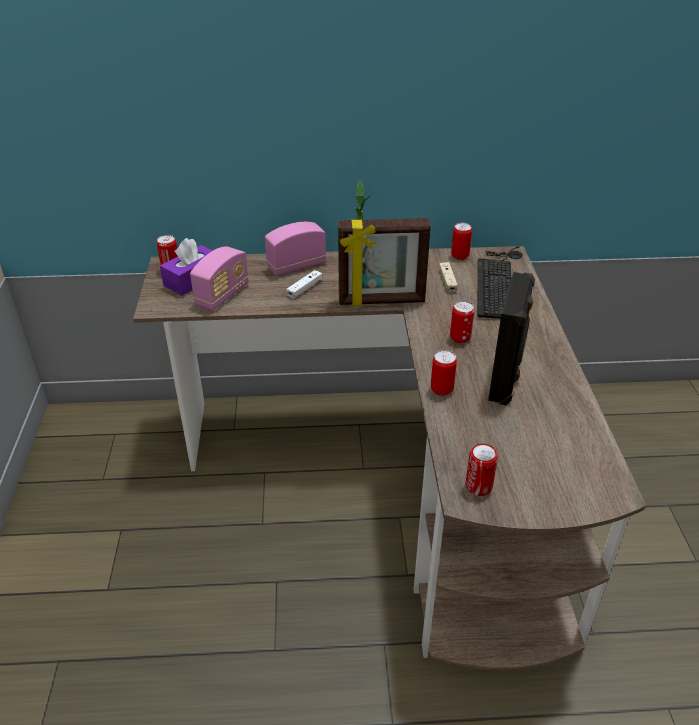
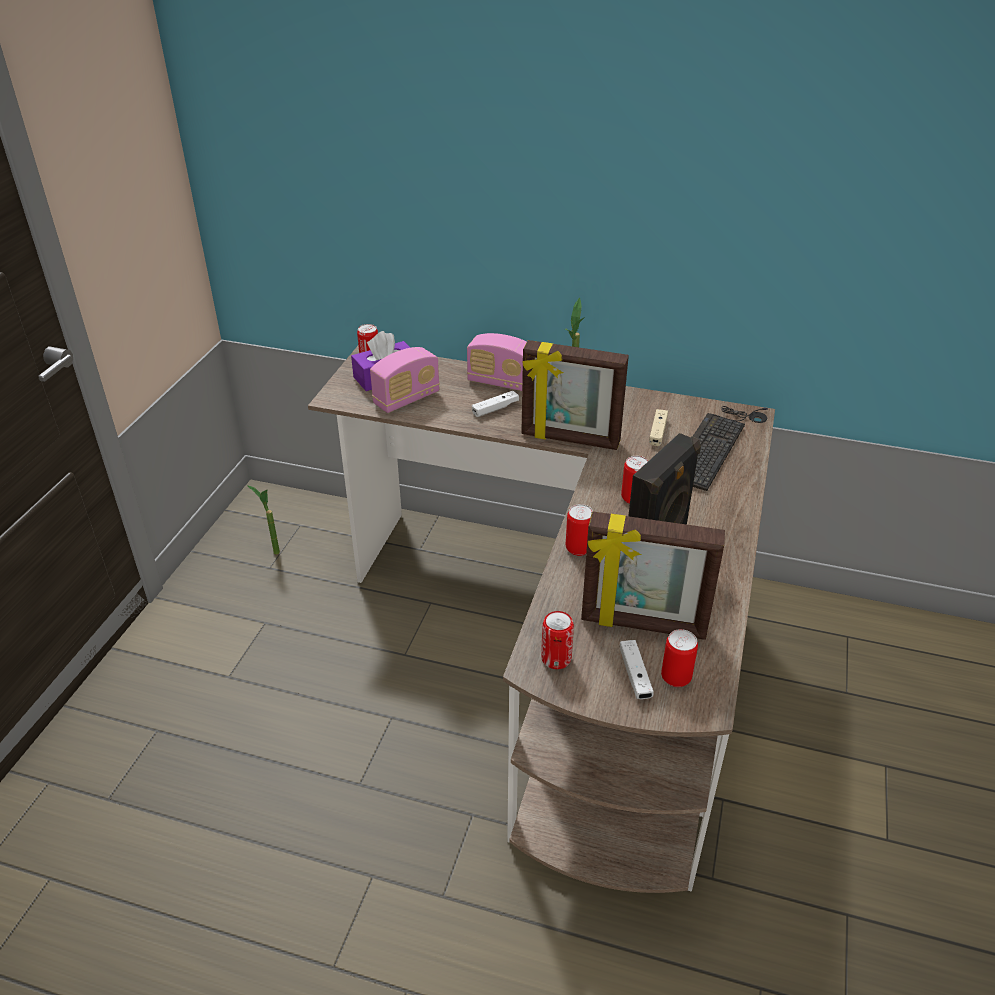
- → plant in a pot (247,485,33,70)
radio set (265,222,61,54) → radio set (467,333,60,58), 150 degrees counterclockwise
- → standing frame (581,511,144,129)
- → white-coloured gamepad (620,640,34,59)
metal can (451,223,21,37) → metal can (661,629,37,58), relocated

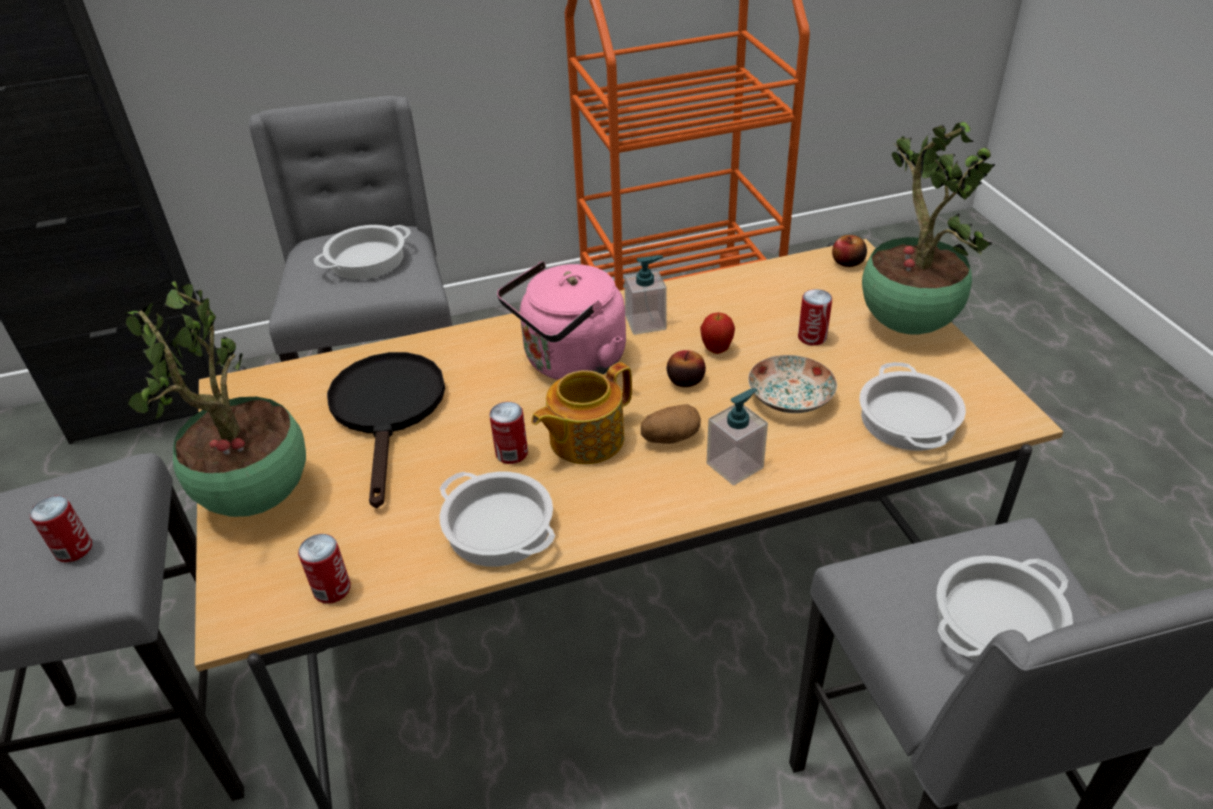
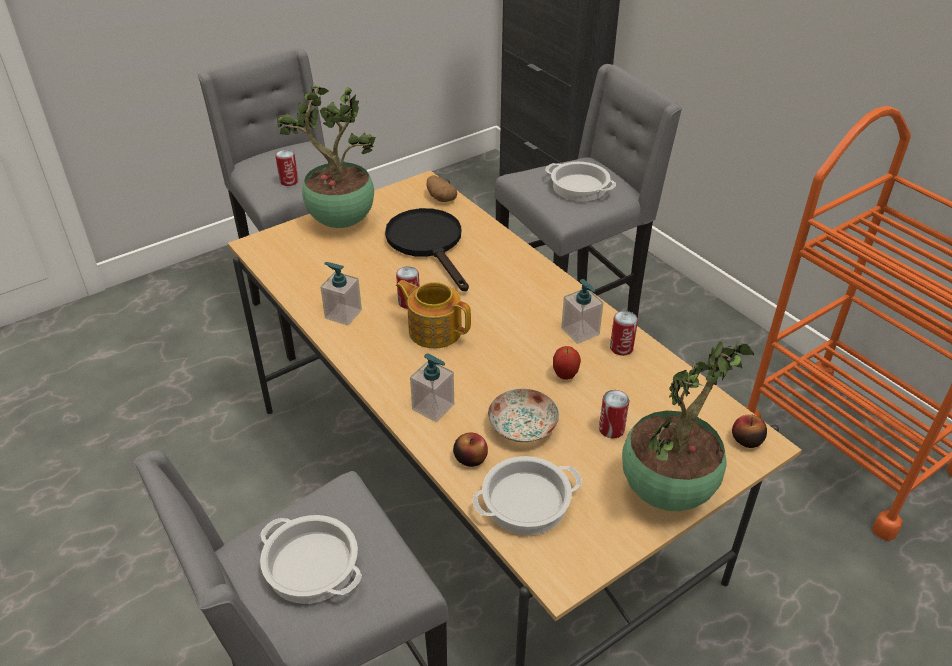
saucepot (440,472,115,95) → soap dispenser (320,262,42,64)
black skillet (327,352,118,156) → black skillet (385,208,84,83), 90 degrees counterclockwise
spud (641,404,60,40) → spud (426,175,31,27), relocated
whole apple (667,350,39,37) → whole apple (453,432,35,35), relocated
metal can (298,534,53,70) → metal can (610,311,28,45), relocated
pink water kettle (497,261,129,119) → -

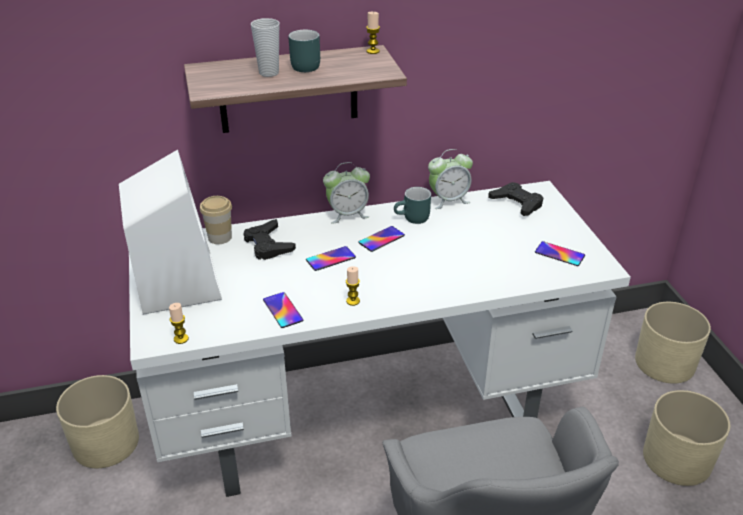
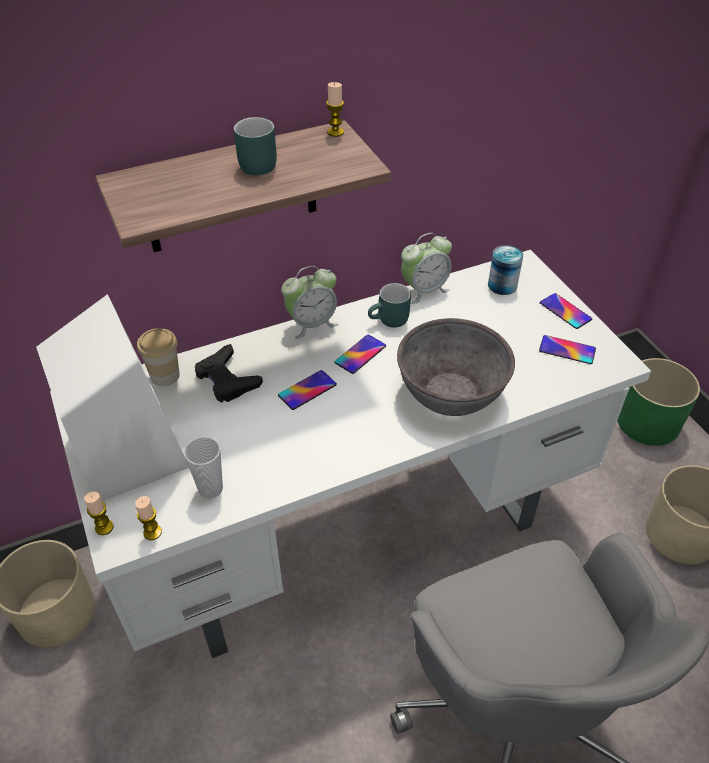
wax candle (346,266,14,40) → wax candle (84,491,29,44), relocated
drinking cup (251,18,28,59) → drinking cup (184,437,39,62), relocated
- → greyish bowl (397,318,118,98)
black gamepad (488,182,55,34) → metal can (488,245,35,50)
phone (263,292,40,36) → phone (540,293,52,36), relocated
beige planter (635,302,76,82) → green planter (617,358,83,88)

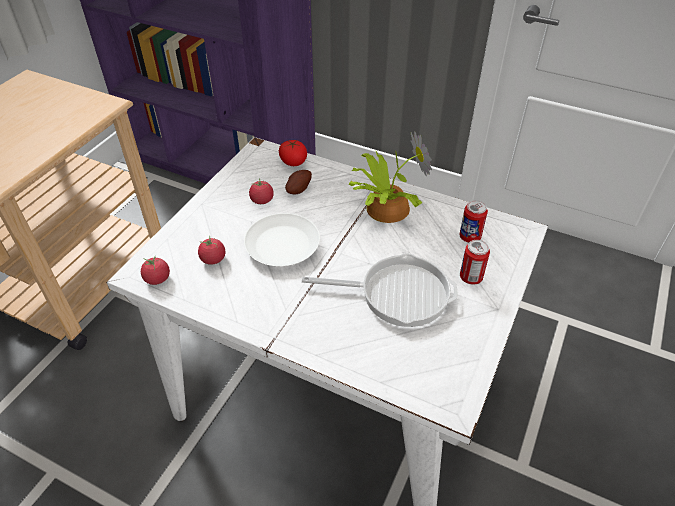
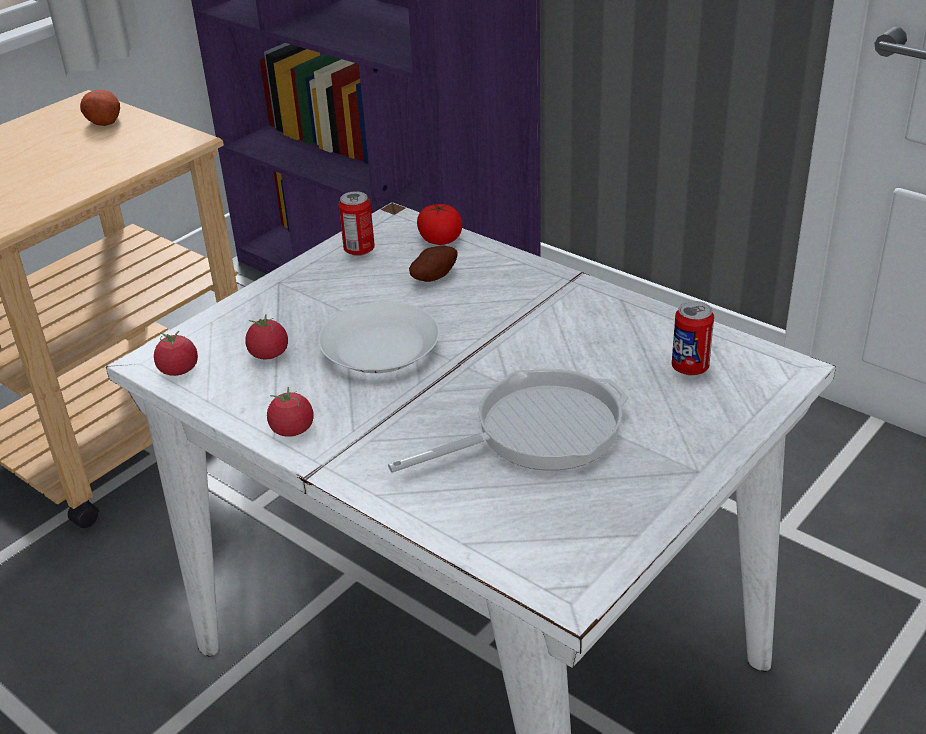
- → spud (80,90,40,36)
whole tomato (249,178,25,26) → whole tomato (267,387,46,50), relocated
metal can (460,240,30,45) → metal can (339,191,36,65), relocated
skillet (302,253,155,74) → skillet (388,369,240,104), 45 degrees counterclockwise
plant in a pot (348,131,84,92) → -

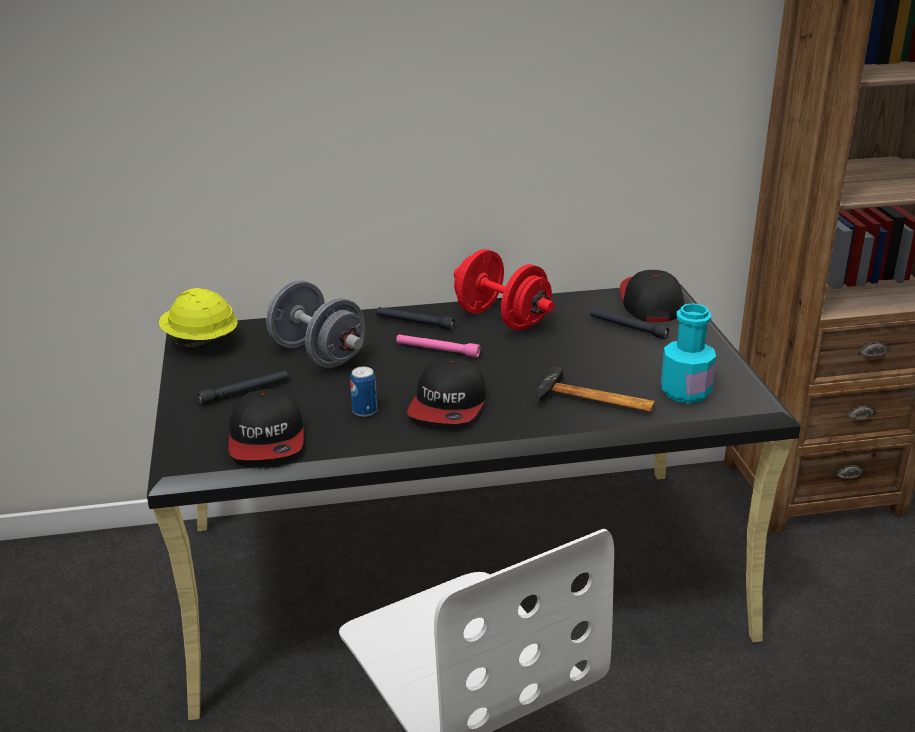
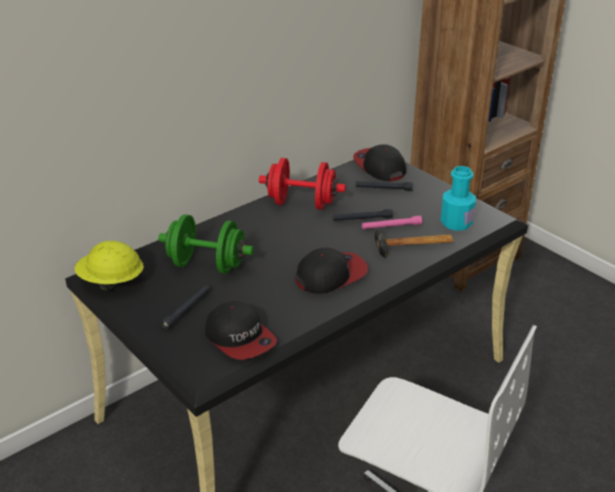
greyish hand weight (266,280,99,88) → green hand weight (158,214,96,60)
peaked cap (407,358,79,66) → peaked cap (296,248,72,45), 105 degrees counterclockwise
black flashlight (376,307,79,23) → black flashlight (333,209,60,12), relocated
pink flashlight (396,334,84,23) → pink flashlight (362,216,60,13), relocated
metal can (350,367,27,50) → -

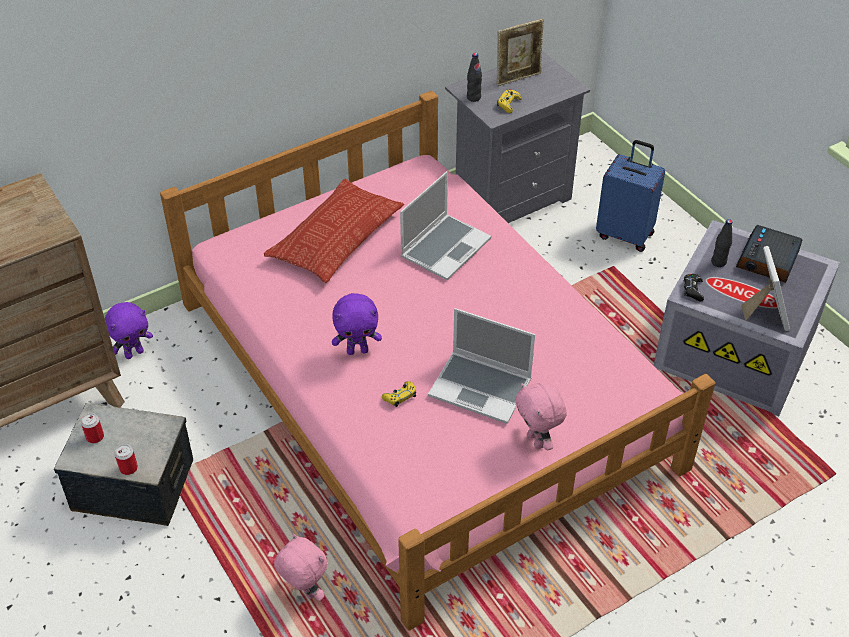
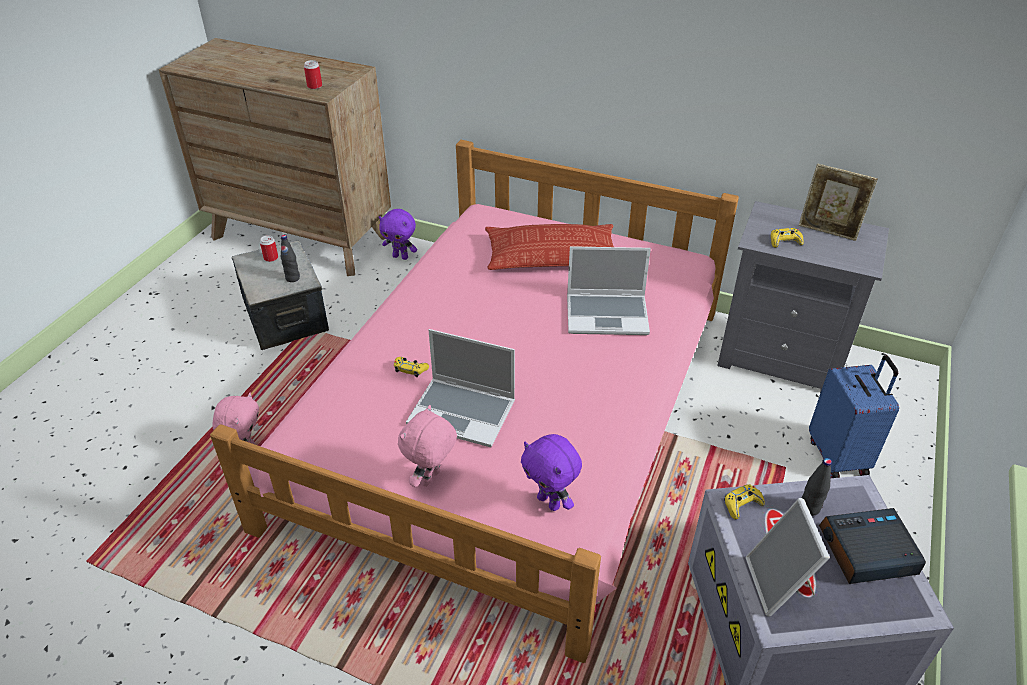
black bottle (467,53,15,49) → black bottle (281,235,19,47), relocated
metal can (114,444,24,31) → metal can (304,60,18,29), relocated
portable computer (428,308,107,116) → portable computer (406,329,109,118), 60 degrees counterclockwise
purple soft toy (332,293,50,62) → purple soft toy (521,434,61,77), relocated
black gamepad (684,274,20,27) → yellowish gamepad (724,484,41,35)
standing frame (741,246,49,85) → standing frame (746,498,84,118), 120 degrees clockwise

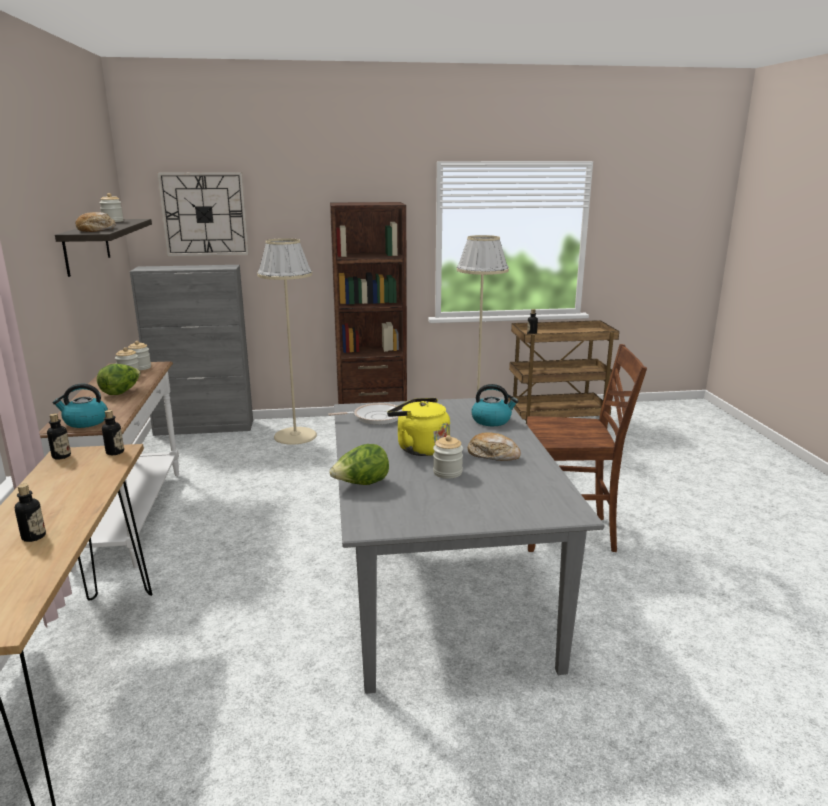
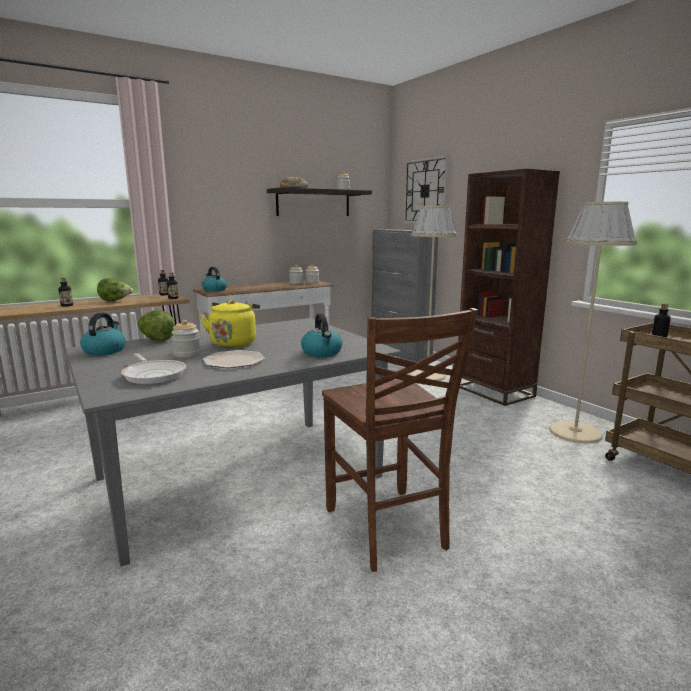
- → water kettle (80,312,46,43)
head of lettuce (97,364,44,31) → head of lettuce (97,278,36,23), relocated
skillet (328,403,74,22) → skillet (121,353,65,31), relocated
bakery bread (468,432,53,29) → flat dish (203,350,62,18)

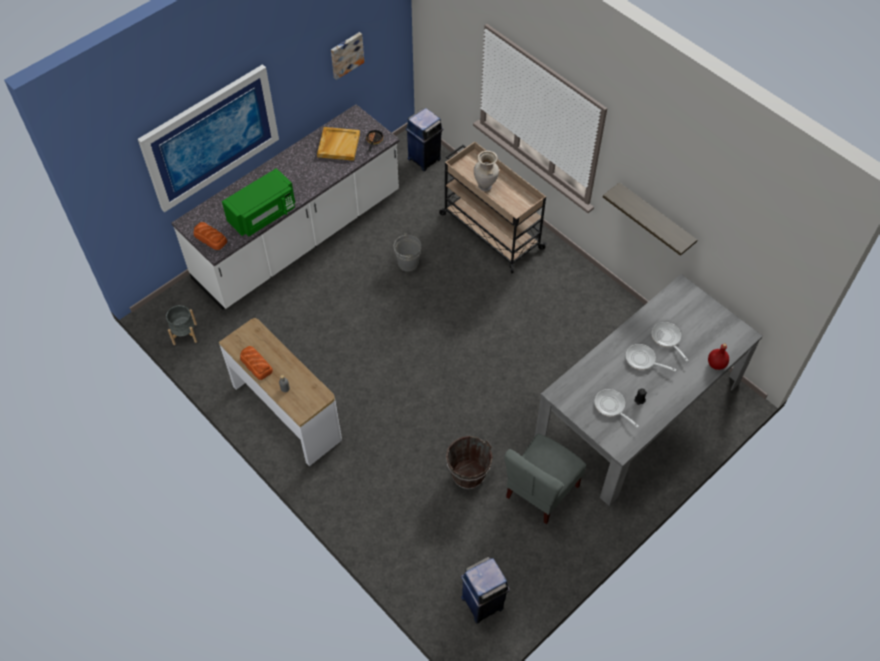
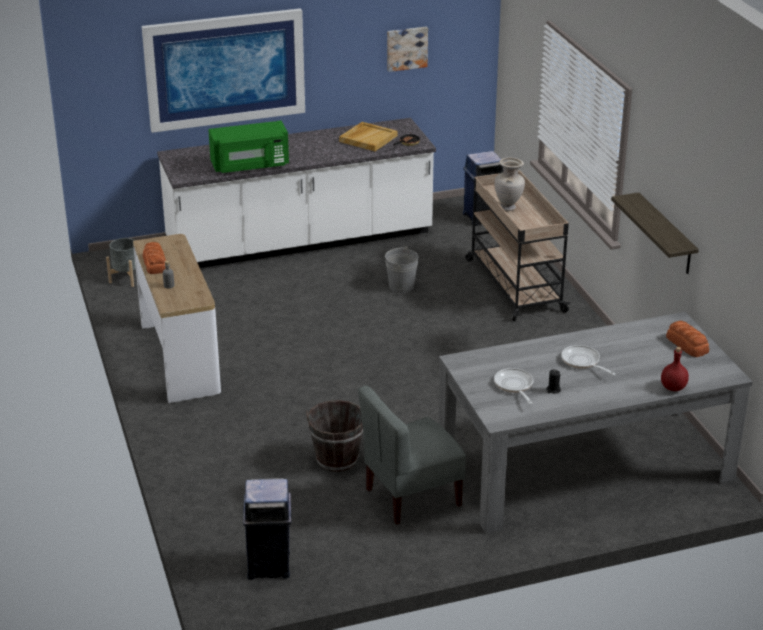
bakery bread (194,222,33,28) → bakery bread (666,321,43,36), relocated
skillet (652,322,36,39) → -

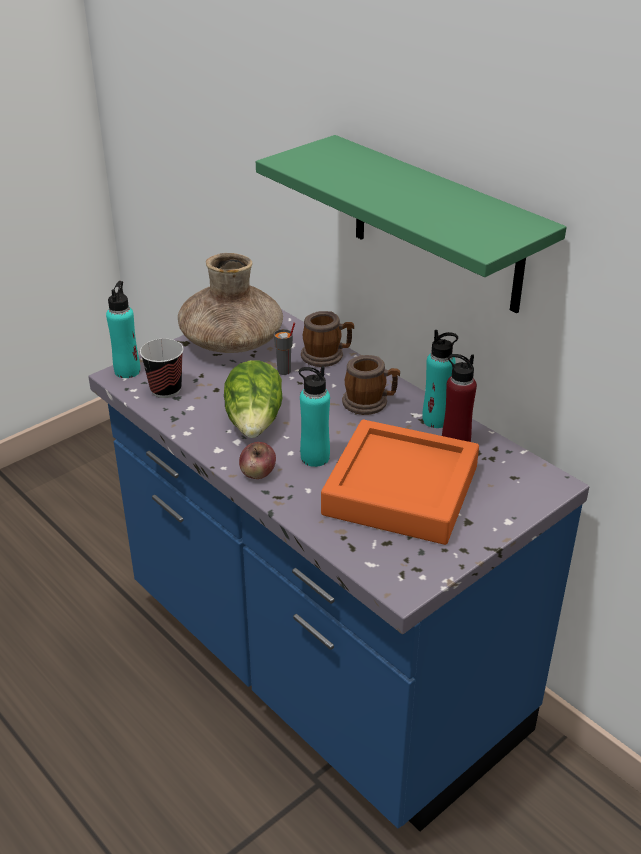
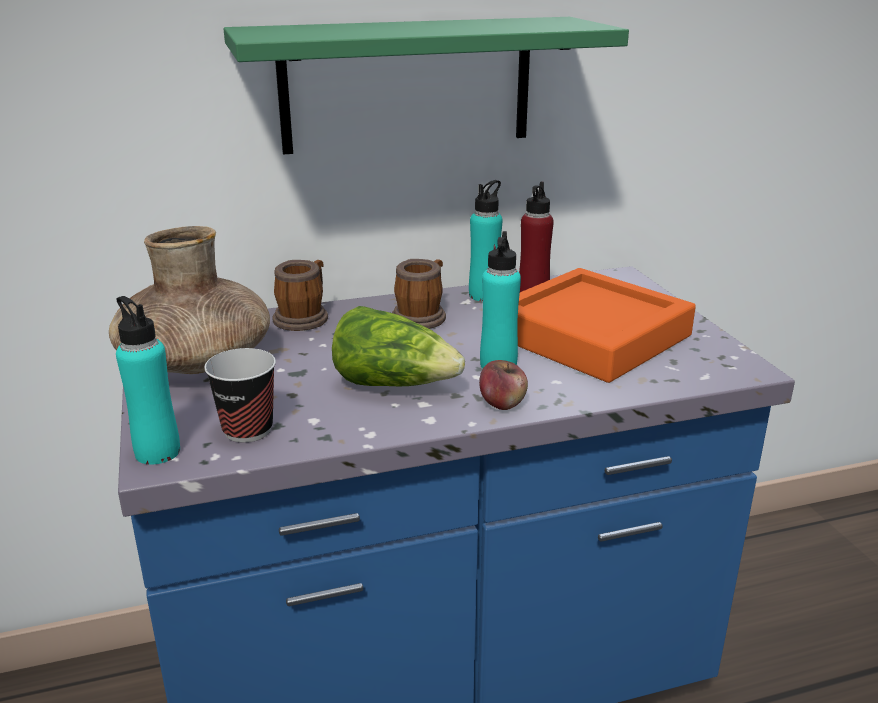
greyish drinking cup (274,323,21,52) → -

